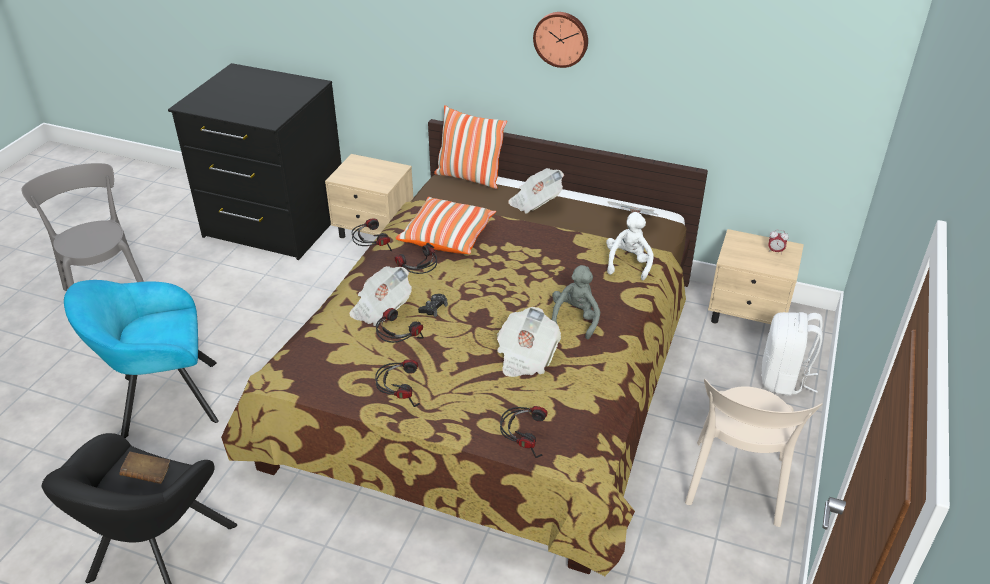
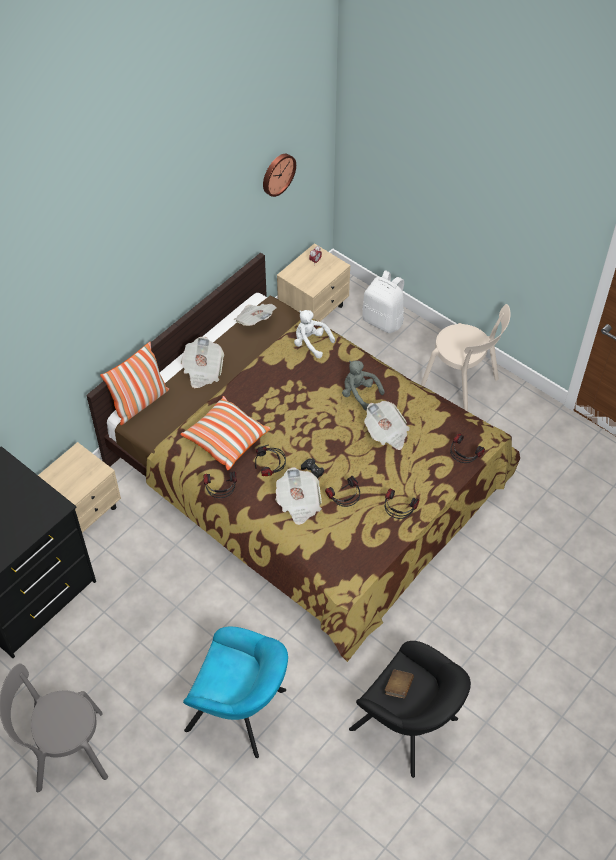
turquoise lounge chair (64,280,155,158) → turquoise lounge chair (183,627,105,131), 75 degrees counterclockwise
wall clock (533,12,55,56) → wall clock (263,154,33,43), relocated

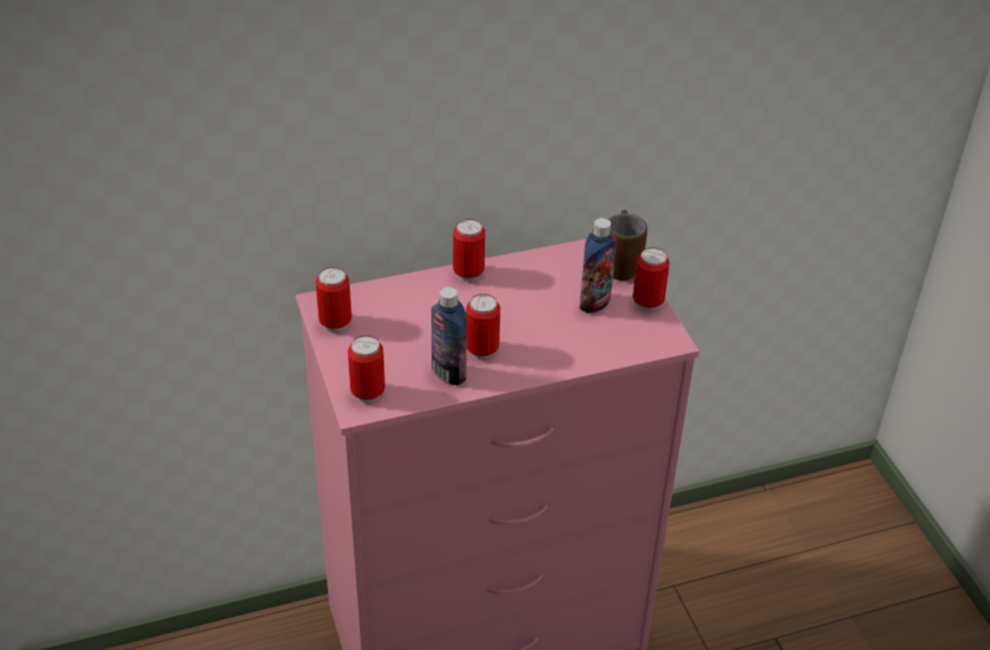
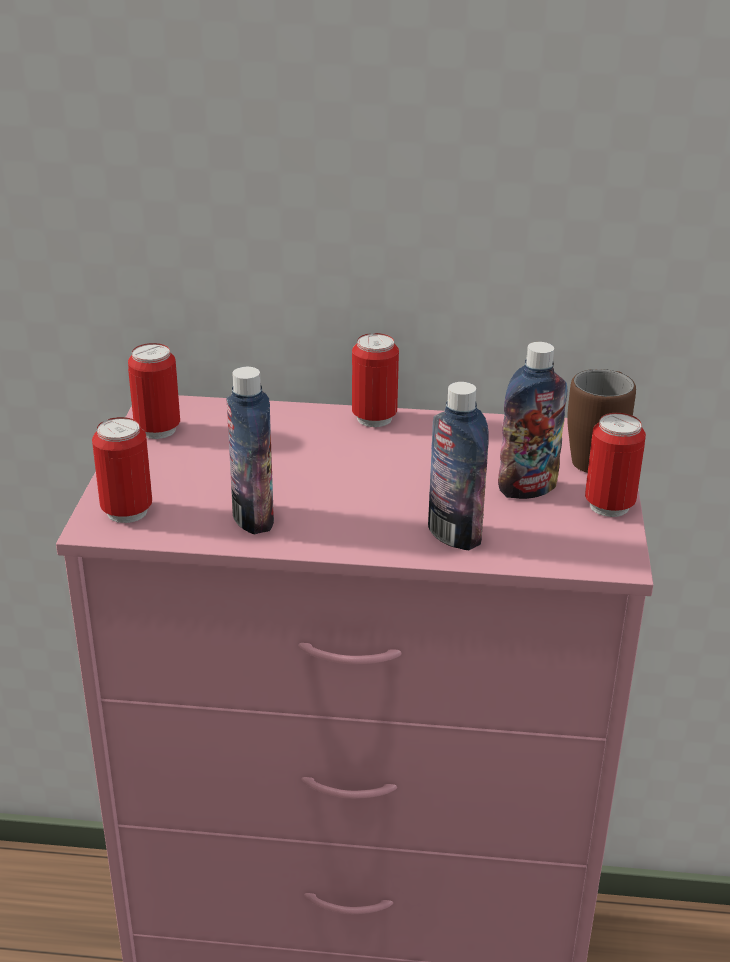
- → bottle (428,382,61,169)
metal can (466,294,34,65) → -

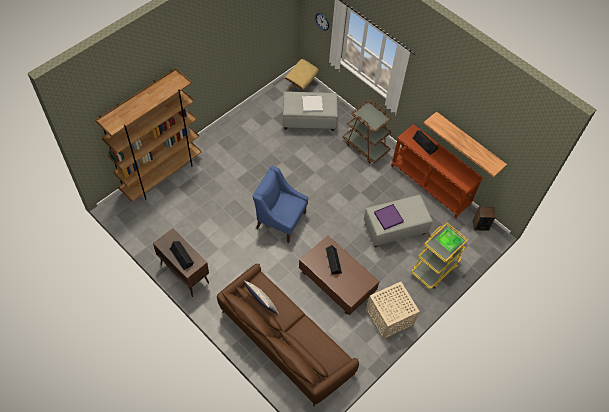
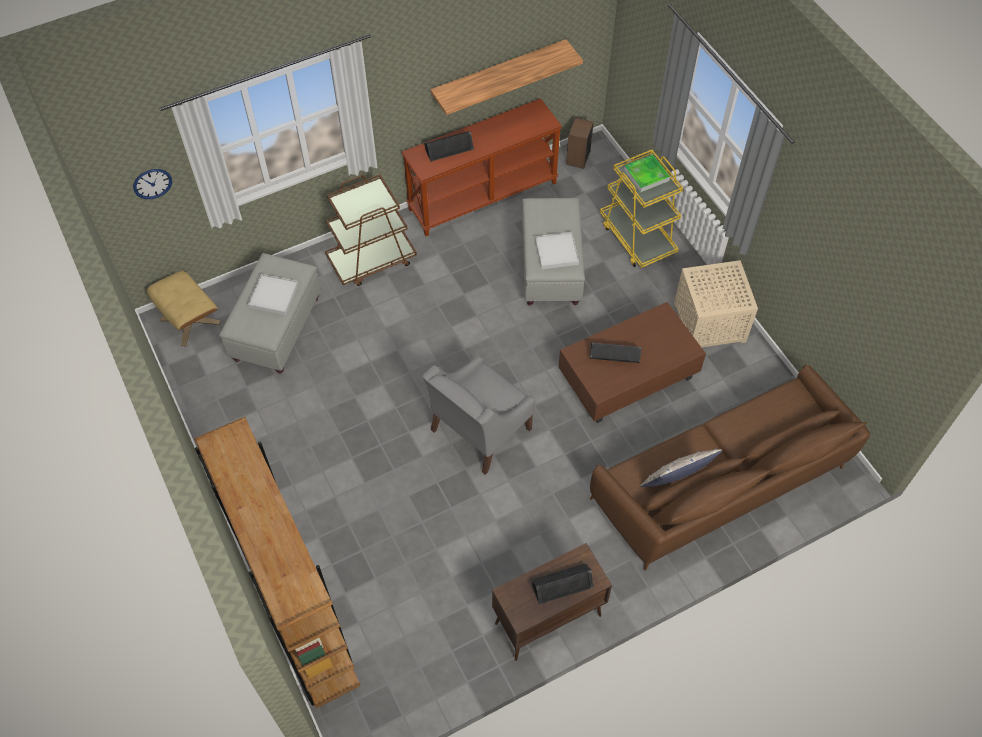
bluish lounge chair (252,166,56,77) → greyish lounge chair (422,356,114,119)
purple tray (374,204,30,26) → white-coloured tray (535,232,44,37)

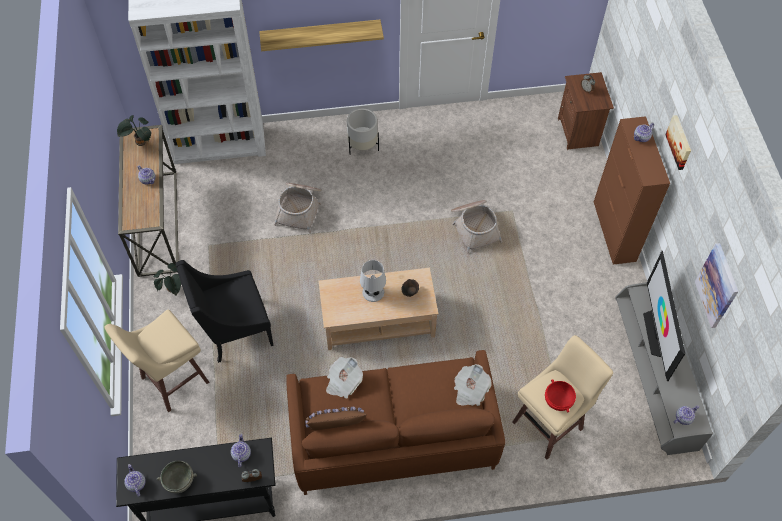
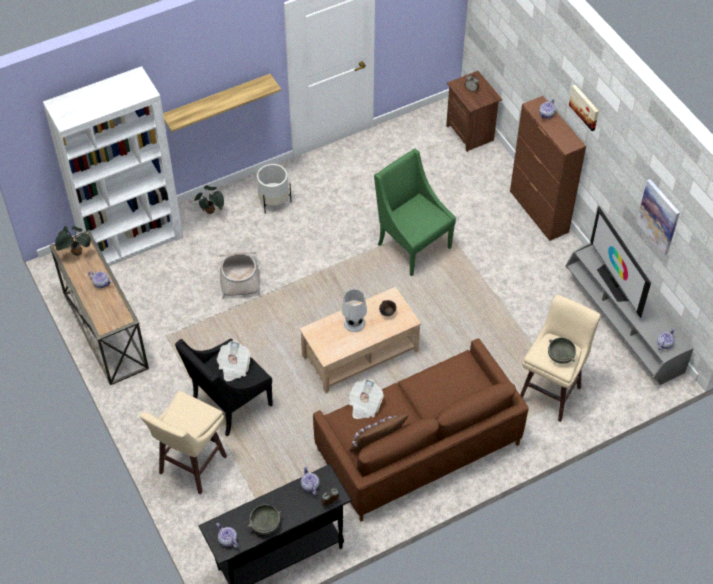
plant in a pot (154,263,27,33) → plant in a pot (194,185,30,29), relocated
printed paper (454,364,38,42) → printed paper (217,340,34,41), relocated
basket (451,200,52,54) → green lounge chair (374,148,82,128)
red-coloured bowl (545,379,31,34) → greyish bowl (548,338,28,26)

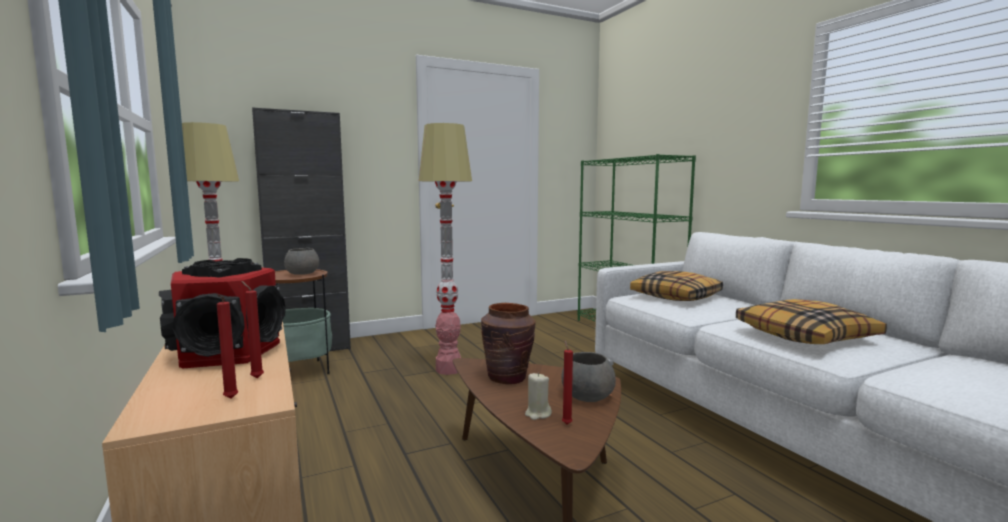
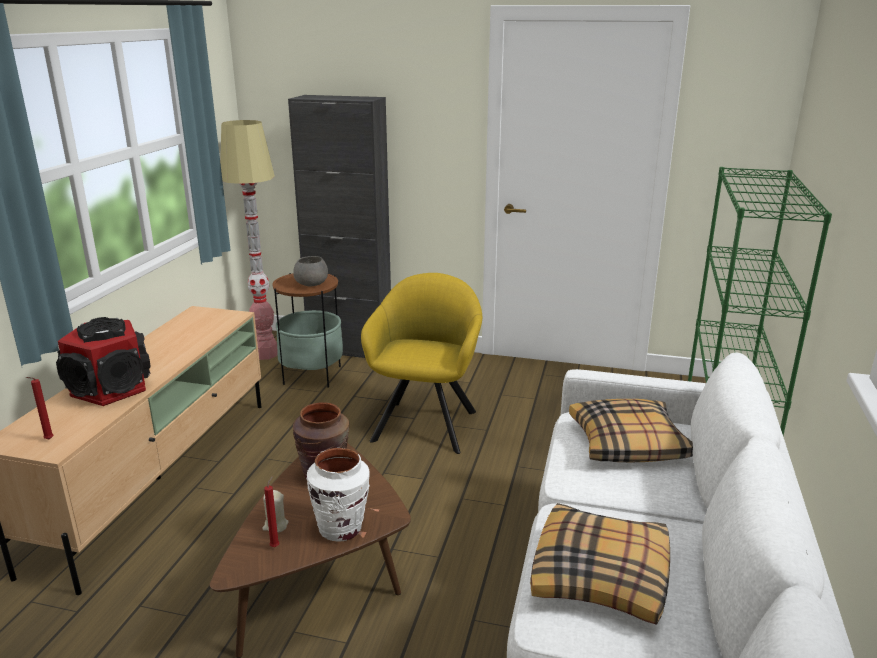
greyish bowl (561,352,55,50) → white-coloured vase (307,448,63,94)
floor lamp (419,123,53,252) → yellowish lounge chair (361,273,121,181)
red-coloured wax candle (241,281,23,97) → -

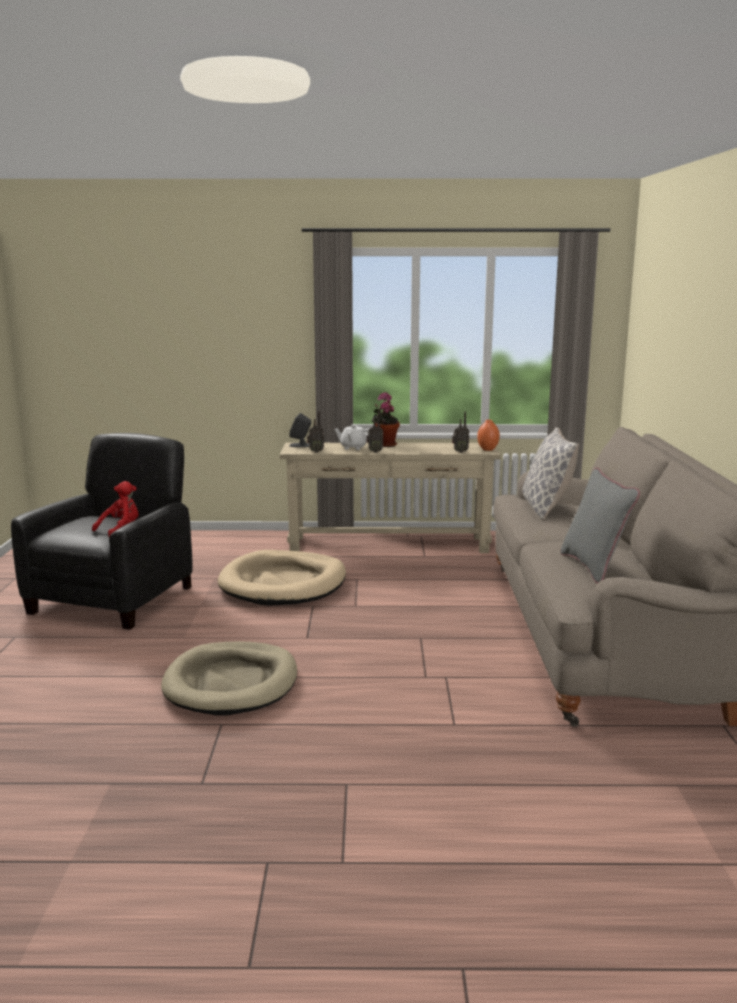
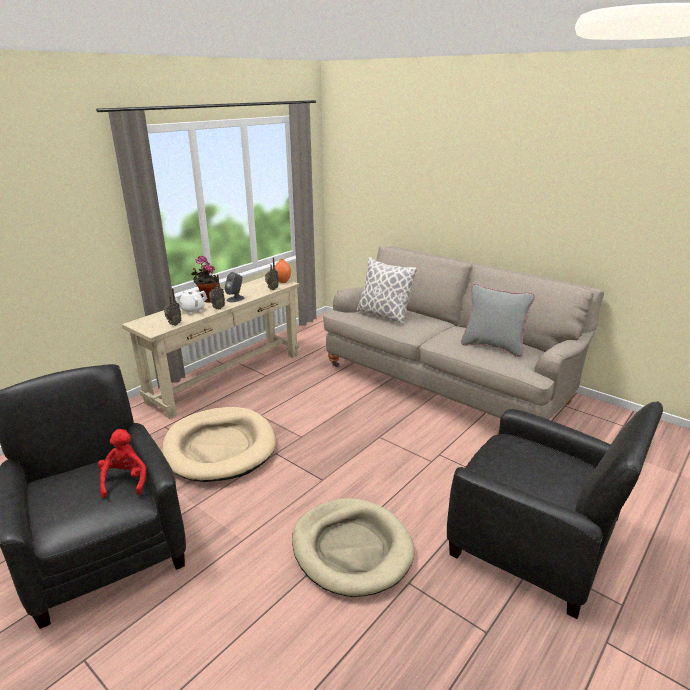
greyish loudspeaker (289,413,22,34) → greyish loudspeaker (225,272,19,30), relocated
- → black lounge chair (447,401,216,218)

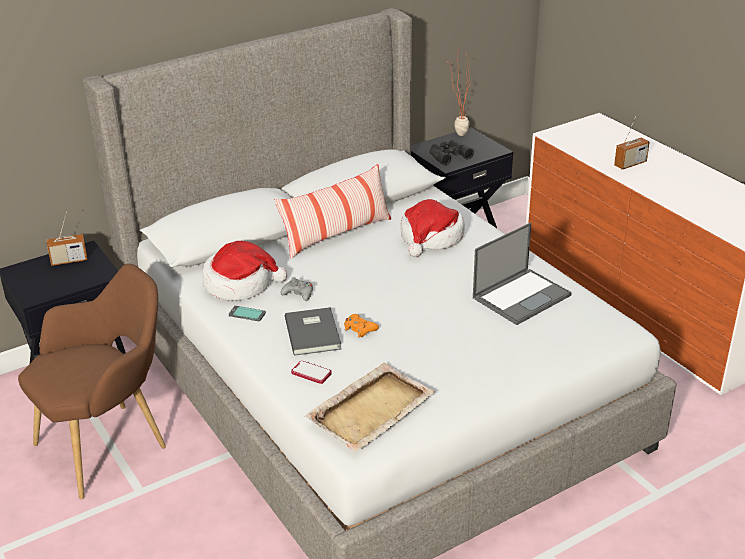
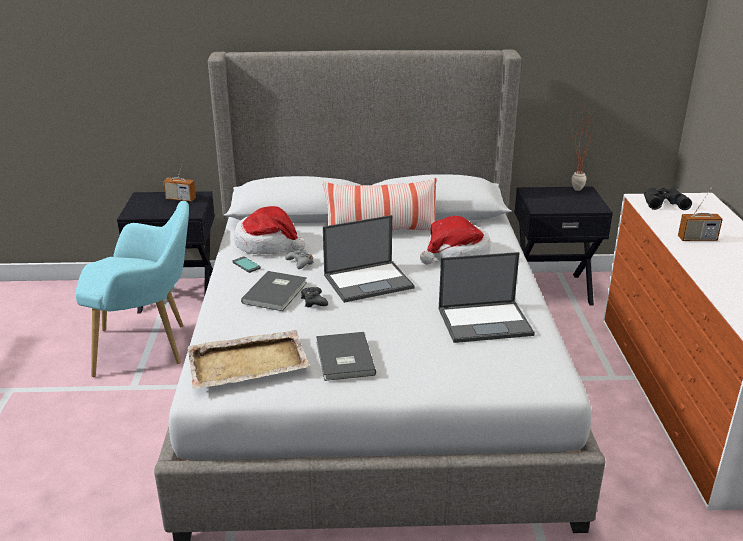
brown lounge chair (18,263,148,236) → turquoise lounge chair (76,201,113,176)
orangey gamepad (344,314,35,23) → black gamepad (301,287,27,21)
- → greyish bound book (316,332,60,49)
- → portable computer (323,215,91,88)
black field glasses (429,140,45,25) → black field glasses (644,187,48,23), relocated
phone (291,361,41,23) → -

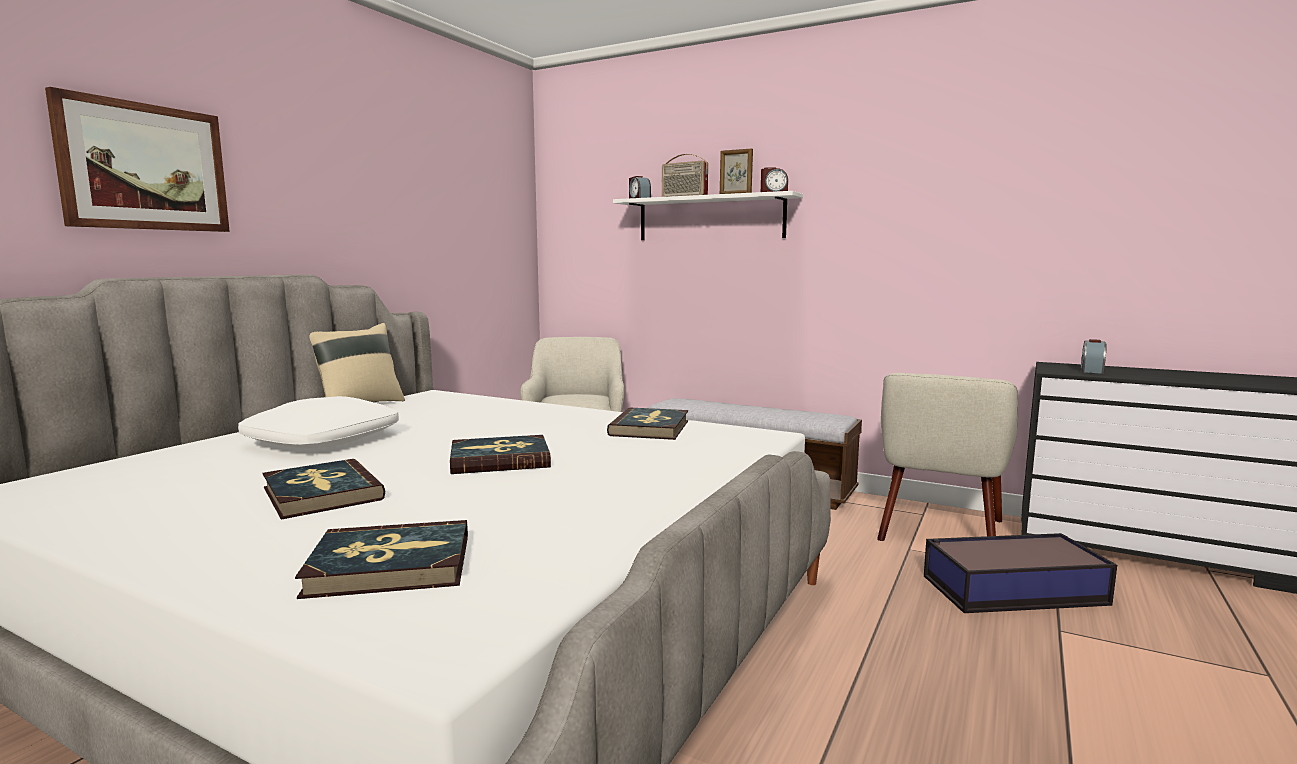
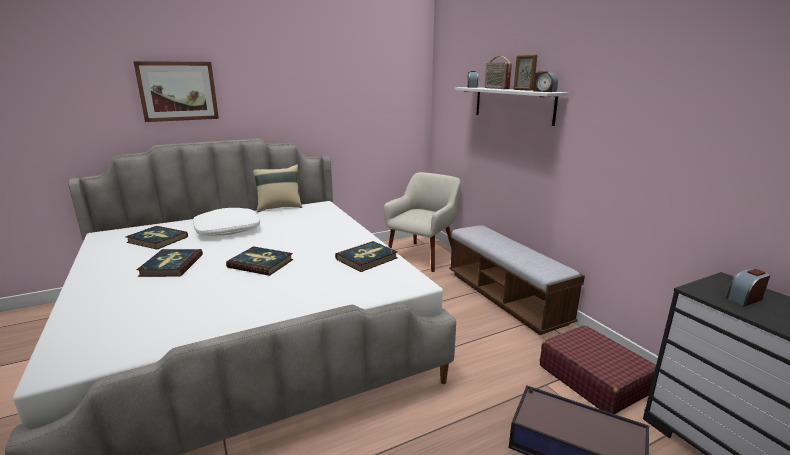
bound book (295,520,173,79) → bound book (125,226,63,24), relocated
beige lounge chair (877,373,141,168) → red-coloured piece of luggage (540,325,116,89)

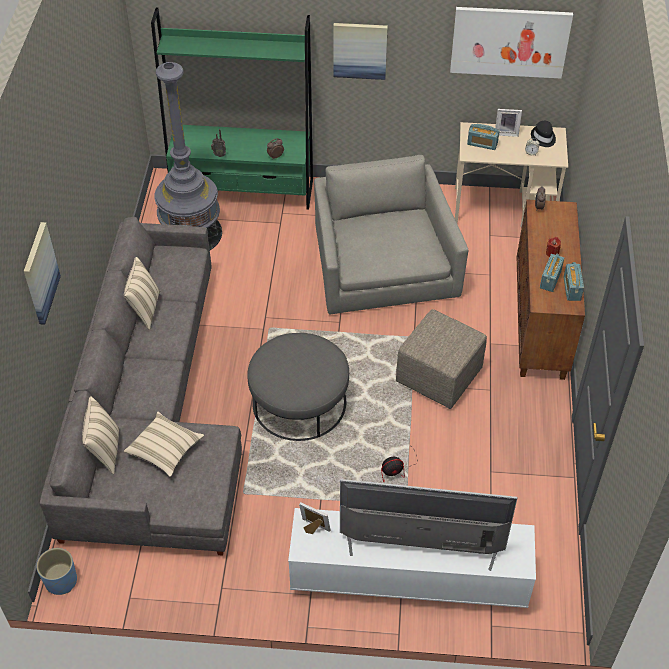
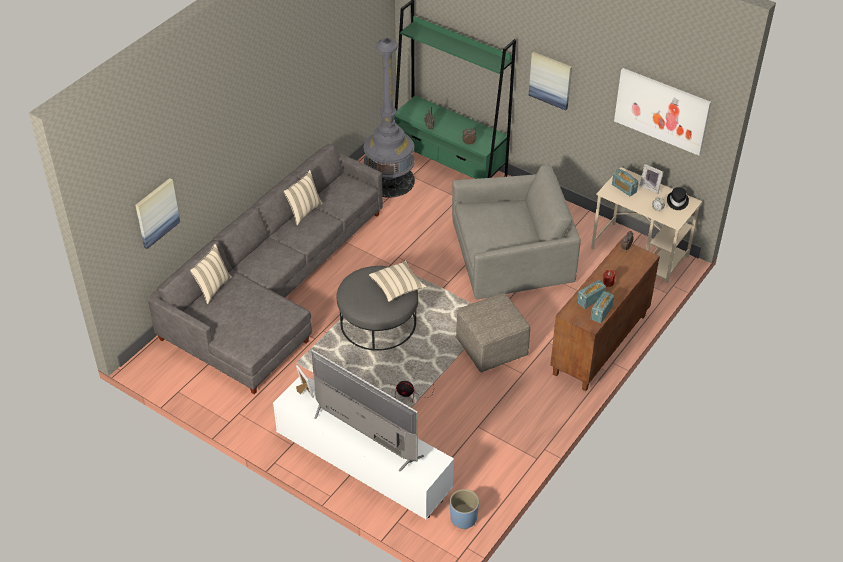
wall picture (24,222,37,103) → wall picture (135,178,45,71), relocated
beige cushion (124,411,80,66) → beige cushion (369,260,58,42), relocated
bluish planter (36,548,41,47) → bluish planter (450,489,29,40), relocated
greyish lounge chair (314,155,154,159) → greyish lounge chair (452,165,129,134), 60 degrees clockwise

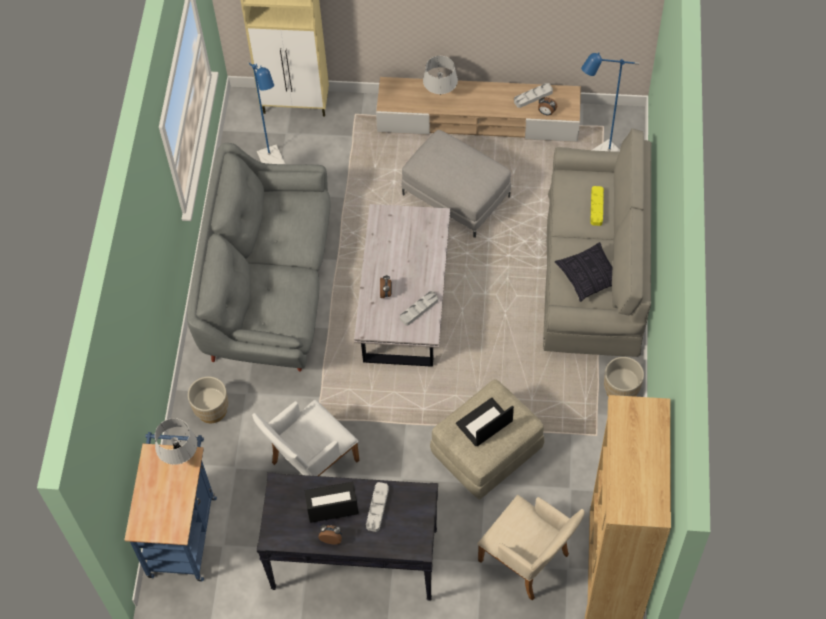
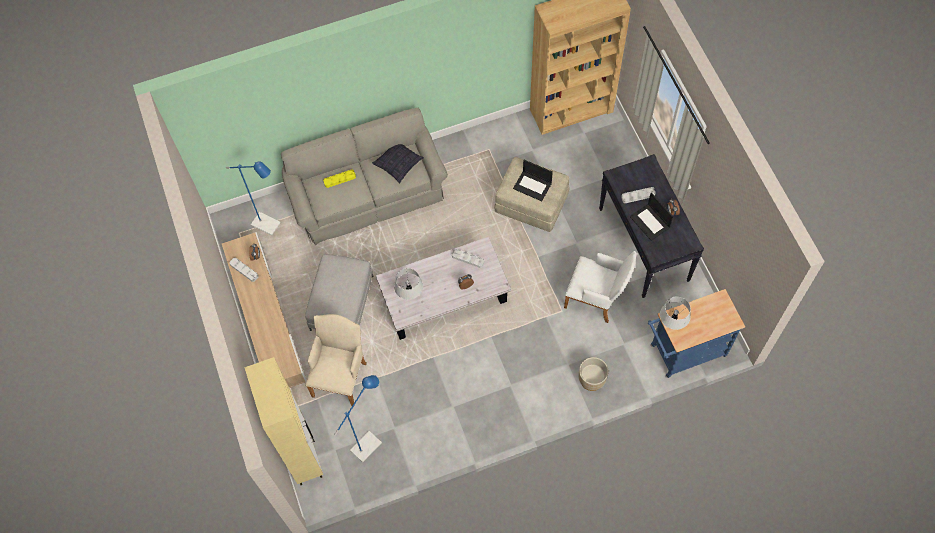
beige lounge chair (477,495,108,106) → beige lounge chair (305,314,62,92), relocated
greyish table lamp (423,56,35,39) → greyish table lamp (394,268,29,32), relocated
greyish couch (187,143,143,229) → -
beige planter (604,357,40,40) → -

